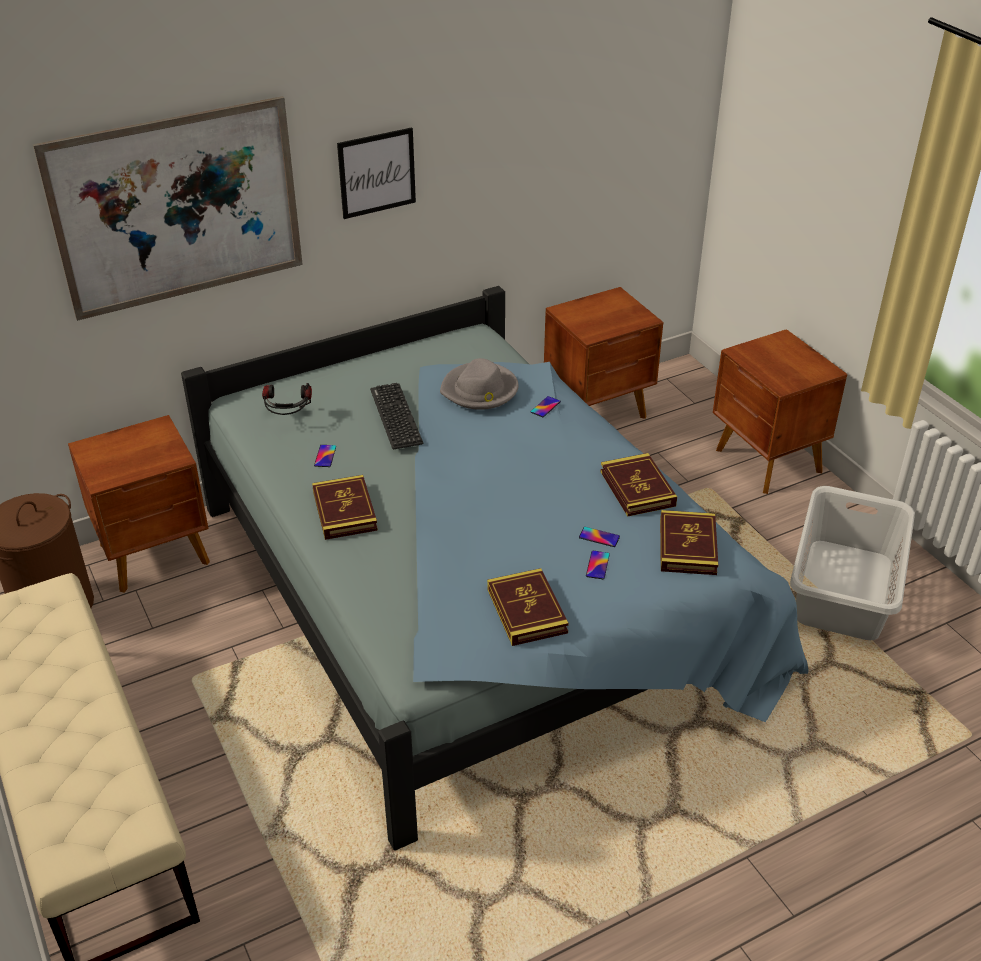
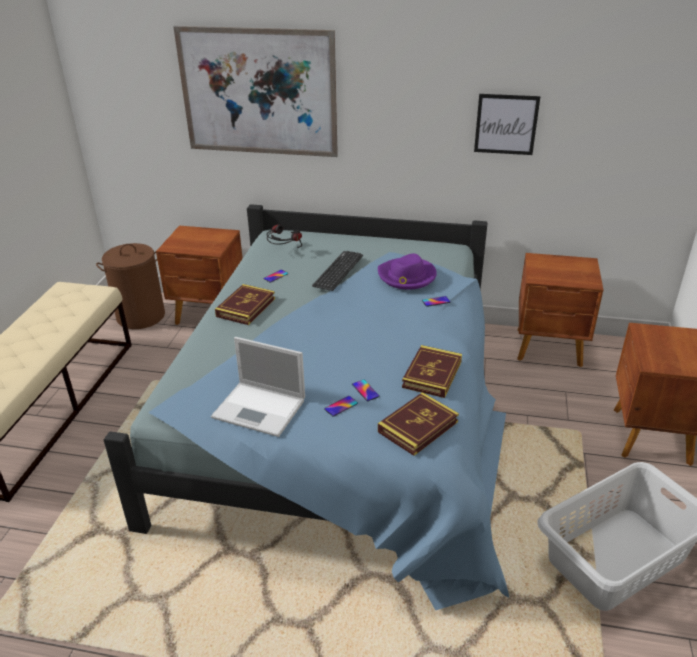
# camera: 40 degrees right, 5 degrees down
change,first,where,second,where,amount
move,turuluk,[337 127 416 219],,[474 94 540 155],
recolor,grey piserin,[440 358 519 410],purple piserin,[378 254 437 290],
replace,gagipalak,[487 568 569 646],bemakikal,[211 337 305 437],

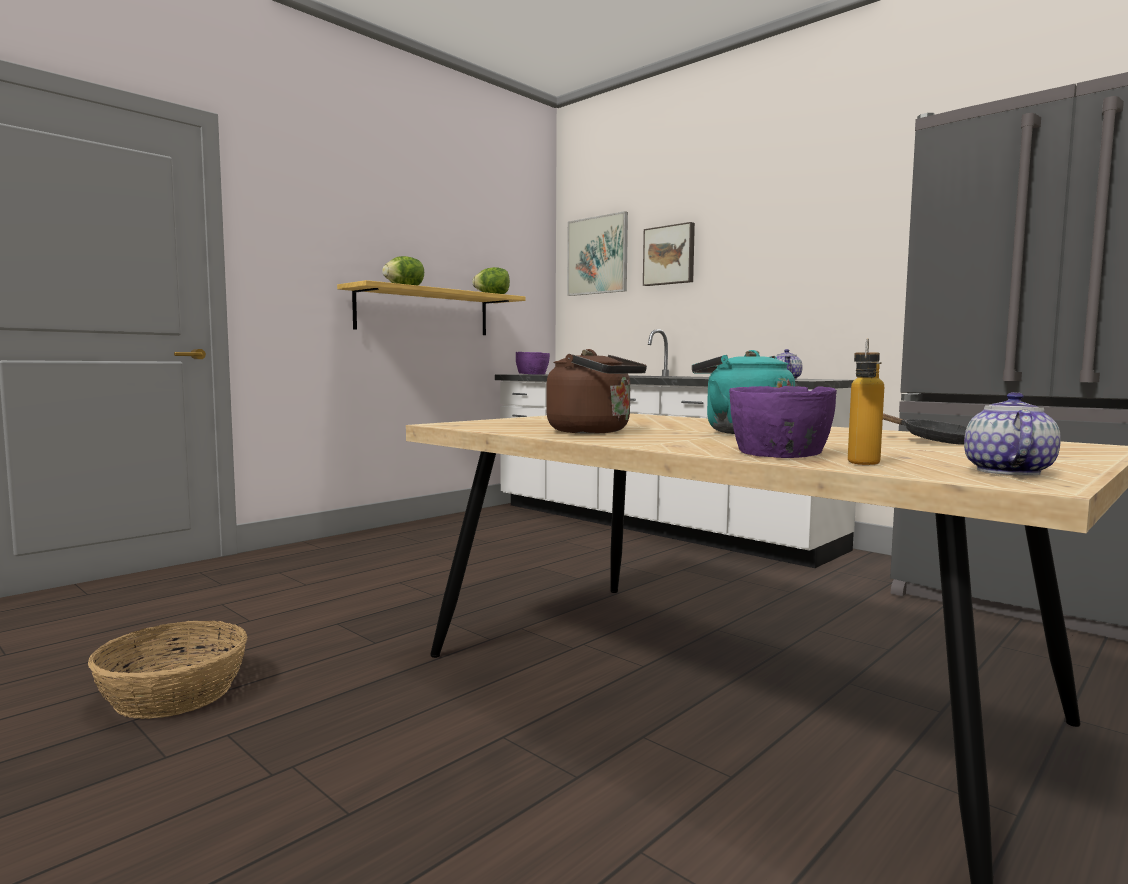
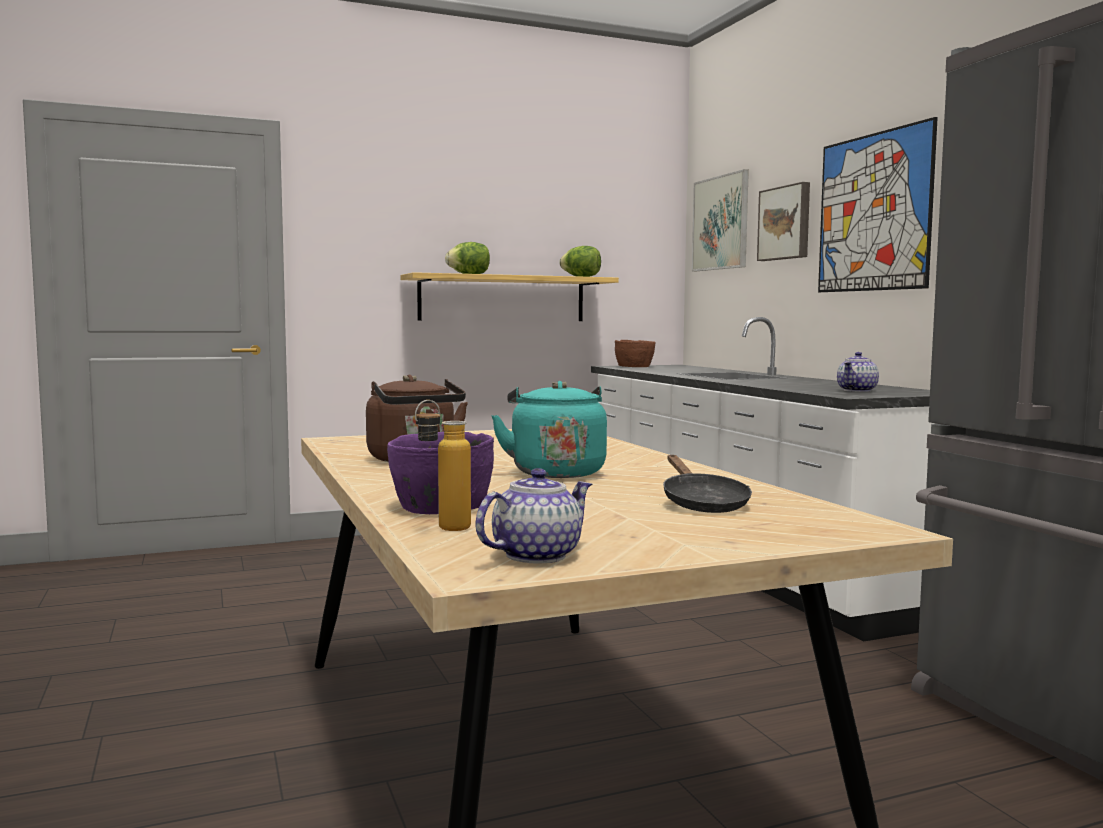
# camera: 25 degrees right, 0 degrees up
change,first,where,second,where,amount
recolor,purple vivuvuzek,[516 352 550 375],brown vivuvuzek,[615 340 656 367],
delete,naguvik,[88 621 248 719],,,
insert,,,turuluk,[818 117 938 292],

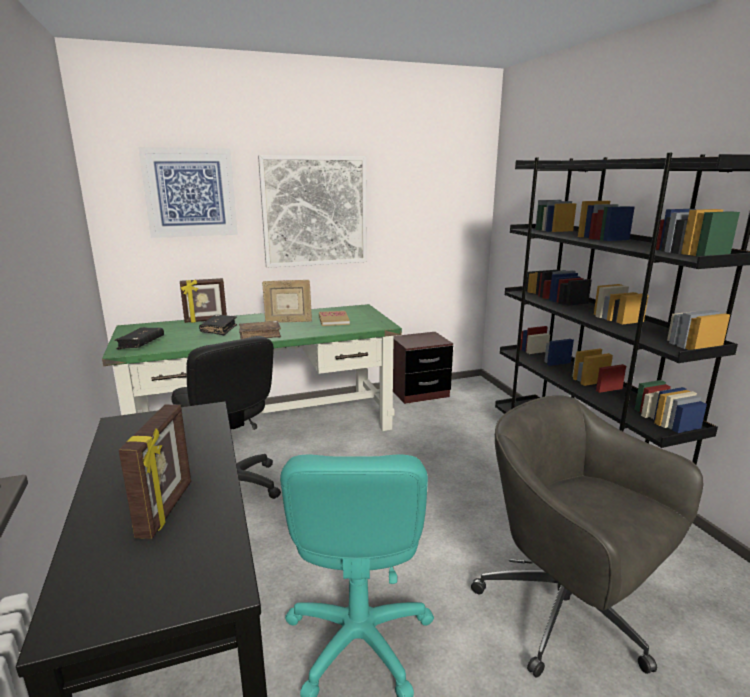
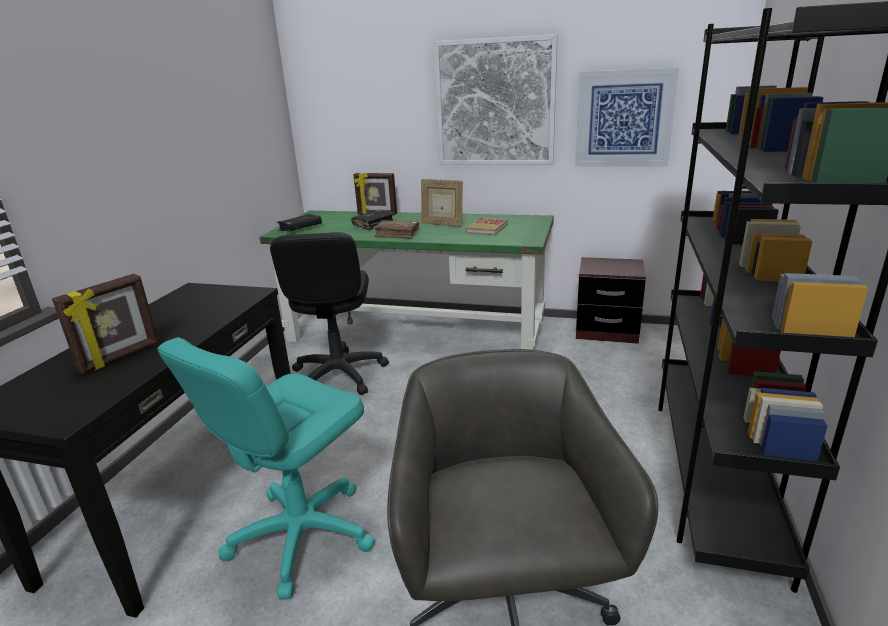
# camera: 35 degrees right, 5 degrees up
change,first,where,second,where,amount
move,turuluk,[138 147 238 238],,[575 68 679 167],

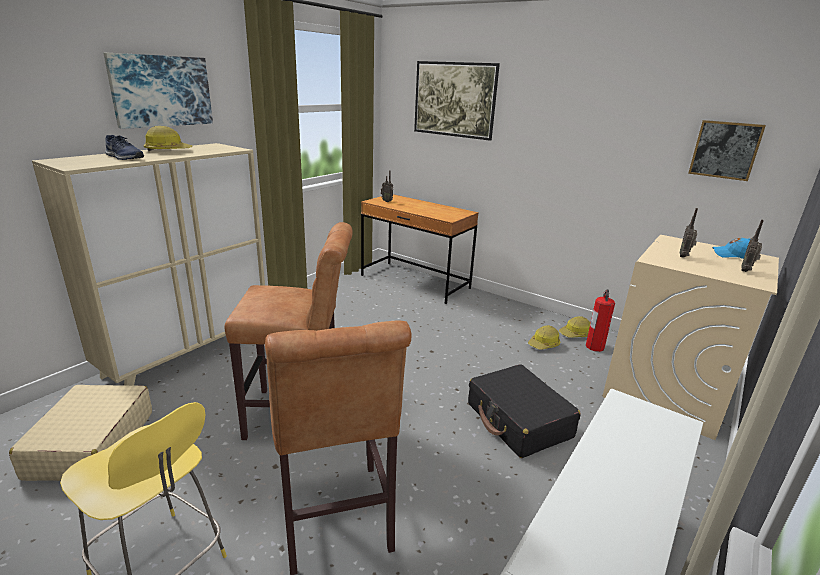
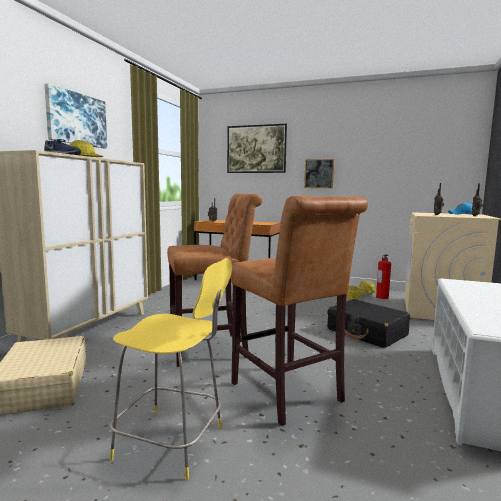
# camera: 15 degrees left, 15 degrees down
change,first,where,second,where,amount
move,turuluk,[688 120 766 181],,[304 159 334 188],

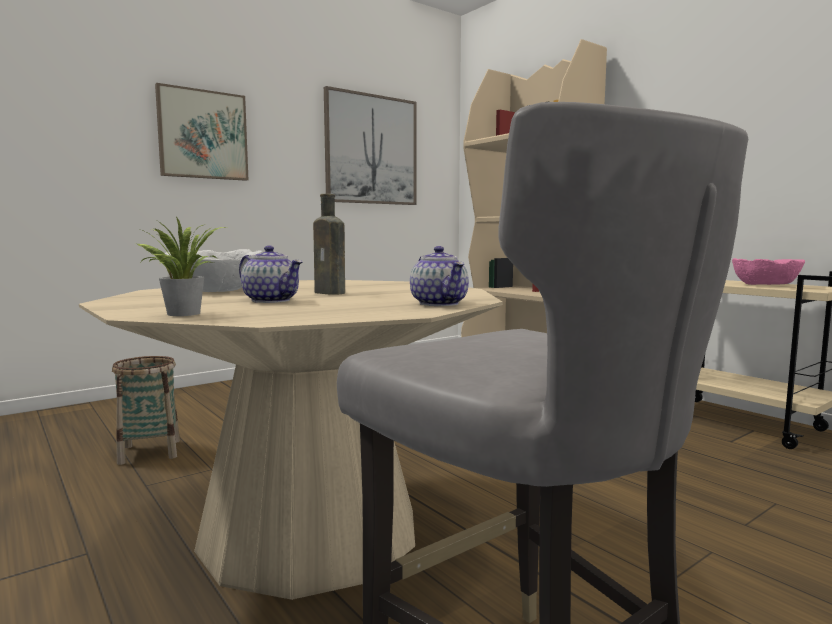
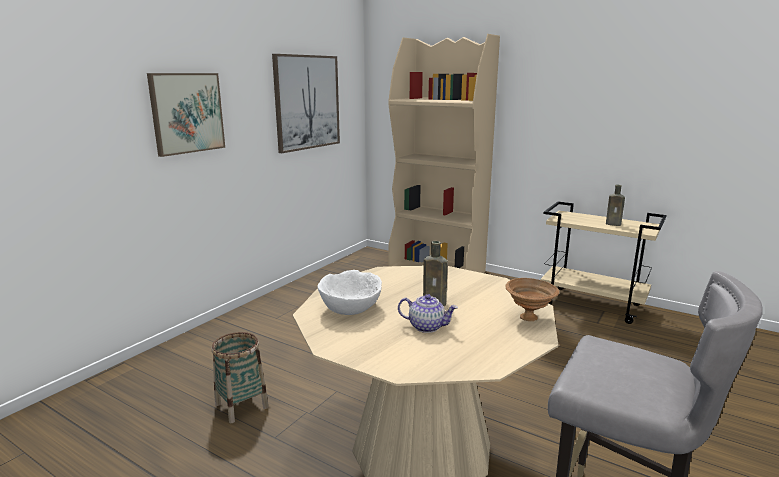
# camera: 20 degrees left, 10 degrees up
change,first,where,second,where,amount
delete,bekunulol,[137 217 225 316],,,
replace,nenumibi,[410 246 469 306],brown vivuvuzek,[505 278 559 321],
replace,pink vivuvuzek,[732 258 805 285],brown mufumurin,[606 185 625 226],

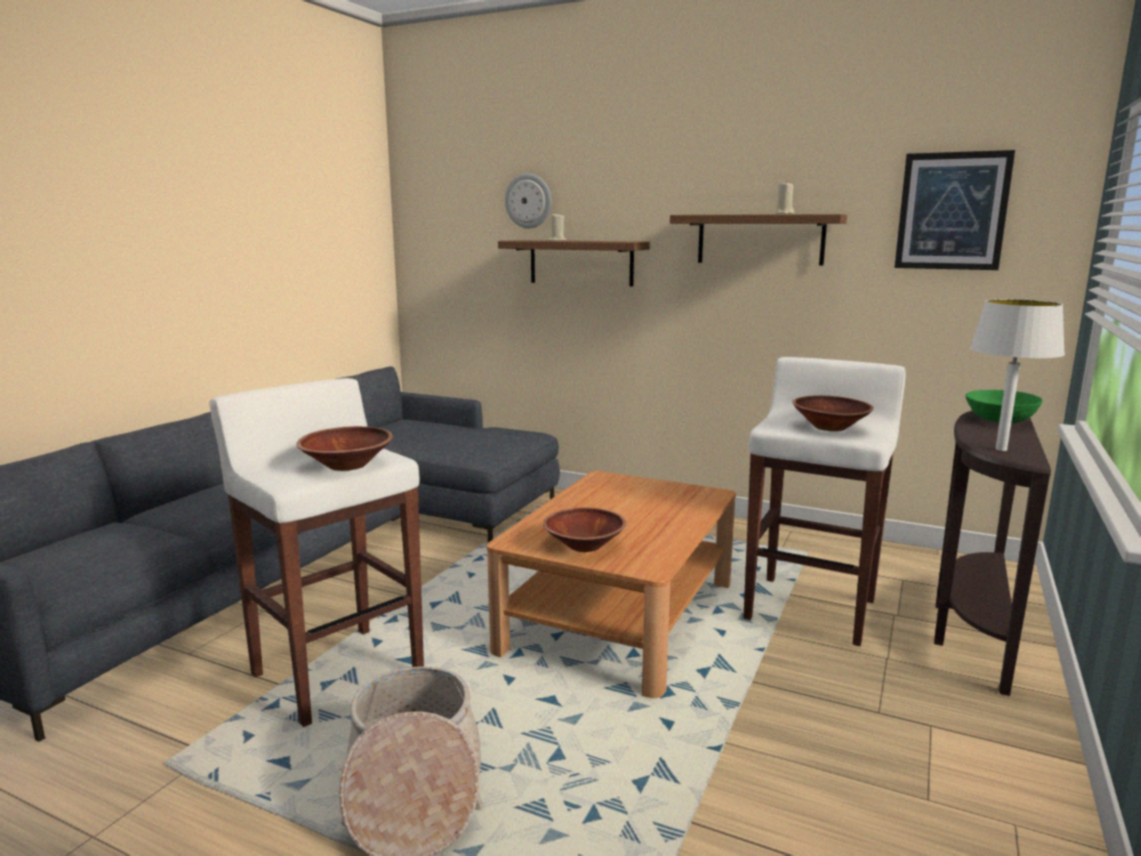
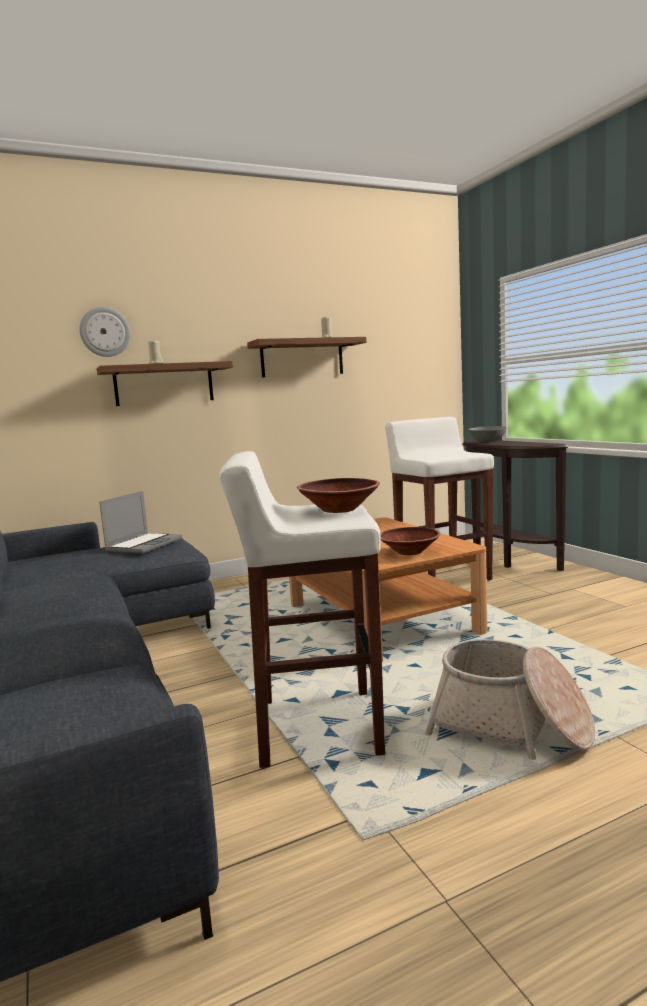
# camera: 50 degrees left, 5 degrees down
change,first,where,second,where,amount
delete,turuluk,[894 150 1015 270],,,
delete,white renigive,[970 299 1065 451],,,
recolor,green vivuvuzek,[966 390 1043 423],grey vivuvuzek,[469 426 507 442],
delete,brown vivuvuzek,[792 395 874 431],,,
insert,,,bemakikal,[99 491 183 554],

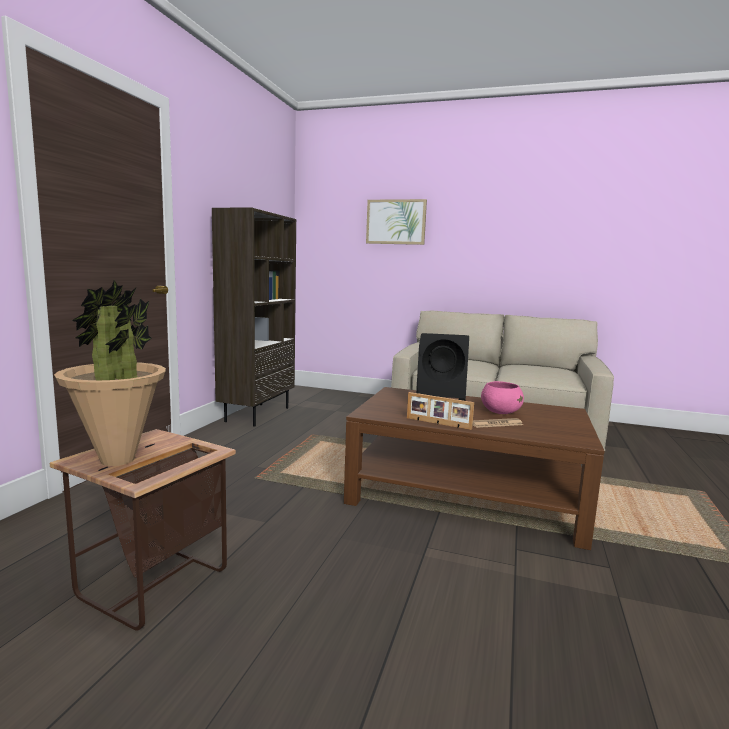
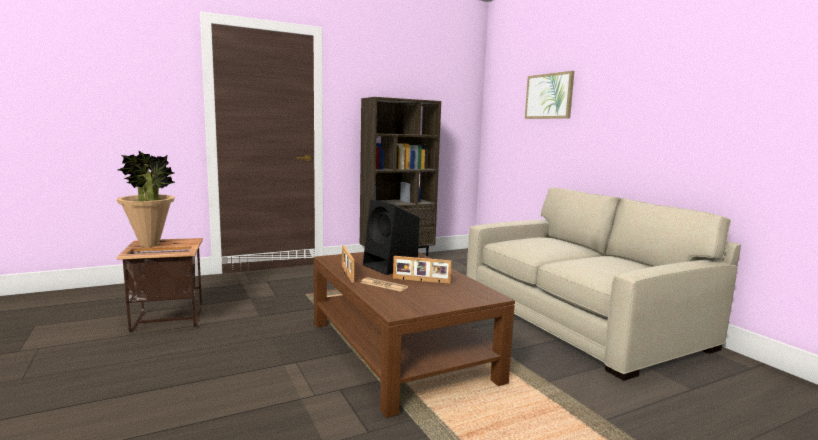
# camera: 45 degrees right, 0 degrees up
change,first,where,second,where,amount
replace,pink vivuvuzek,[481 381 524 414],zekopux,[393 256 452 284],

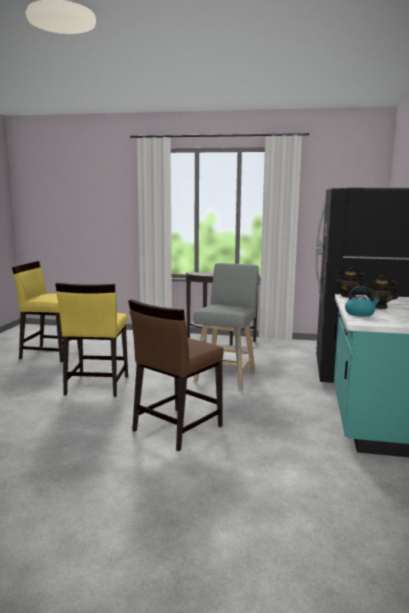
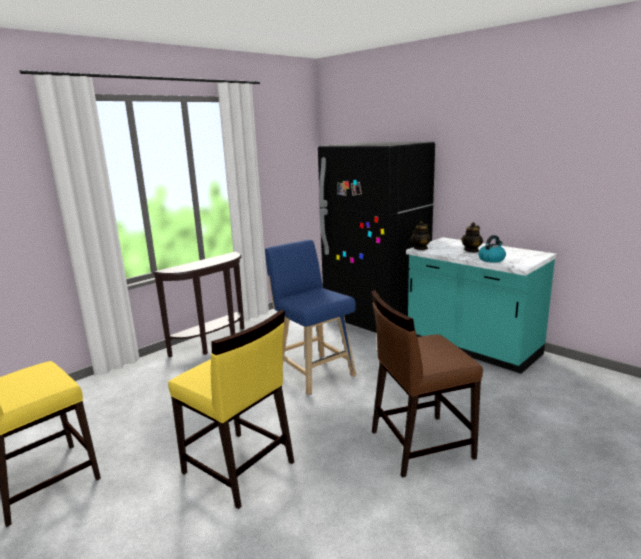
# camera: 55 degrees left, 5 degrees up
change,first,where,second,where,amount
recolor,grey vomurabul,[193 263 259 389],blue vomurabul,[265 240 357 395],
rotate,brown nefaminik,[128 299 223 451],,[371 290 483 478],90 degrees clockwise

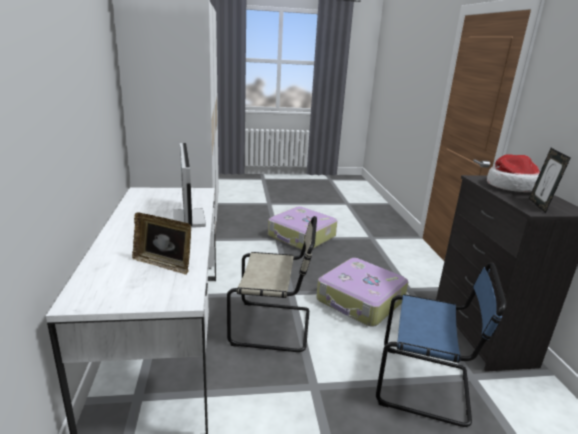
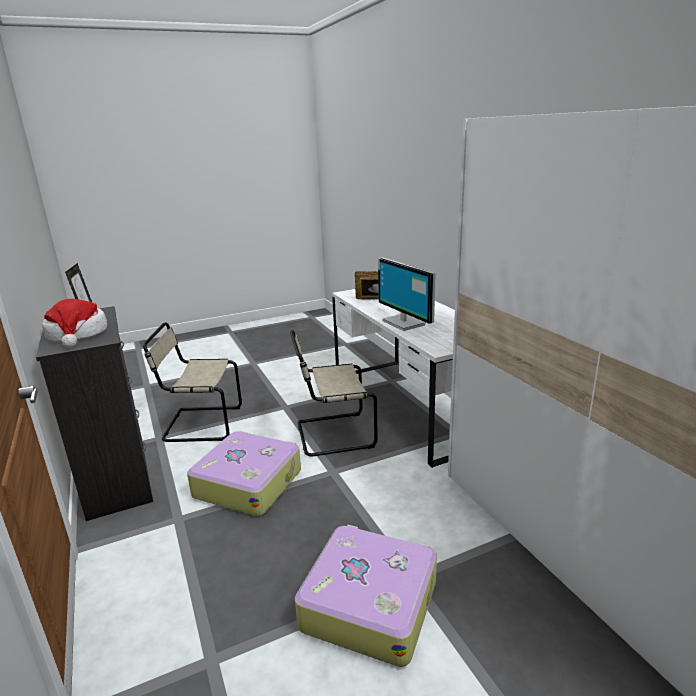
# camera: 165 degrees right, 0 degrees up
change,first,where,second,where,amount
recolor,blue nefaminik,[376 262 507 427],beige nefaminik,[143 323 242 442],

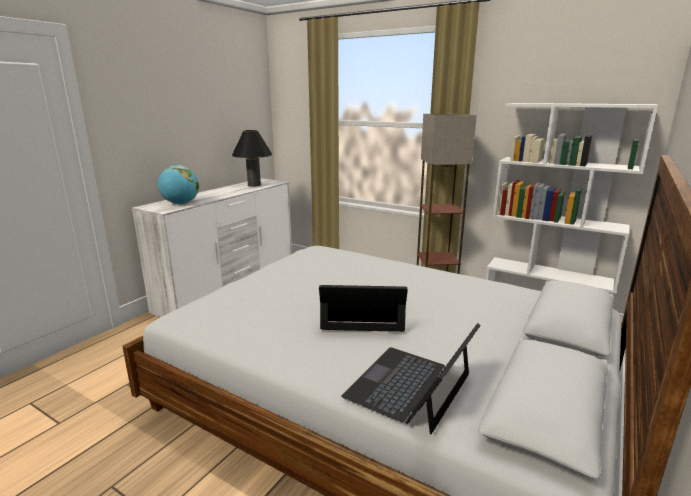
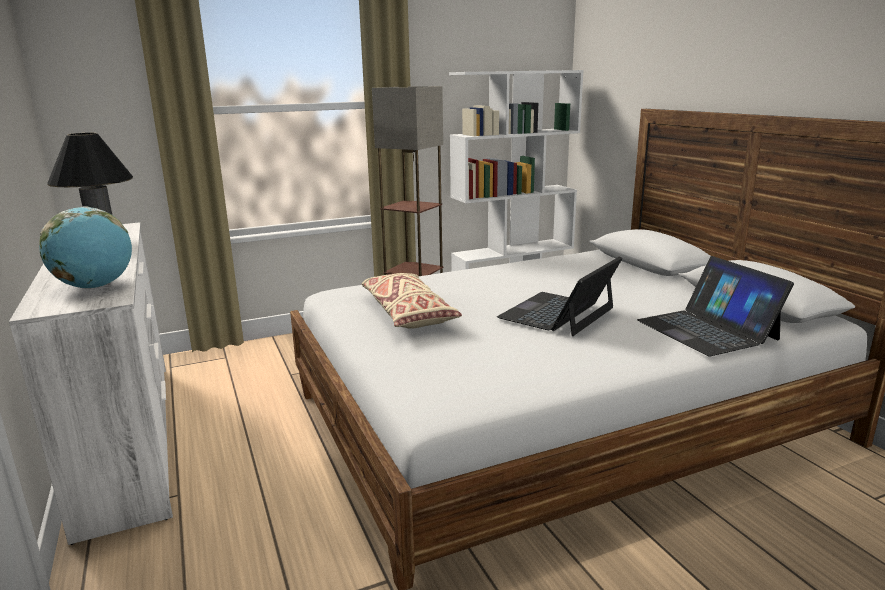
# camera: 55 degrees left, 0 degrees up
change,first,where,second,where,amount
insert,,,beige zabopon,[362 273 462 329],

